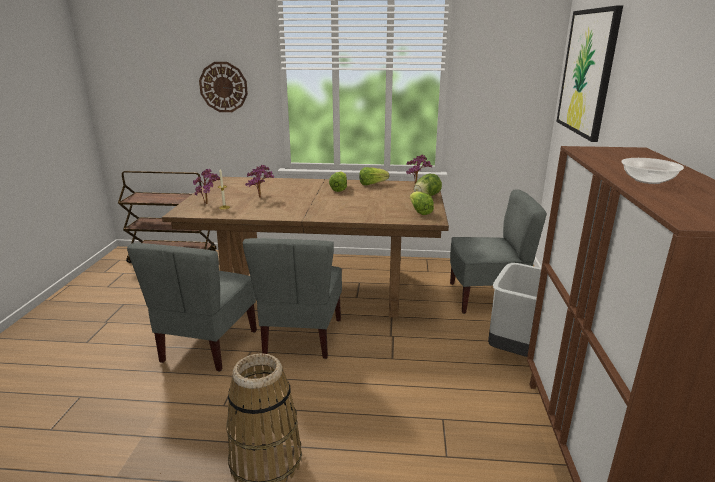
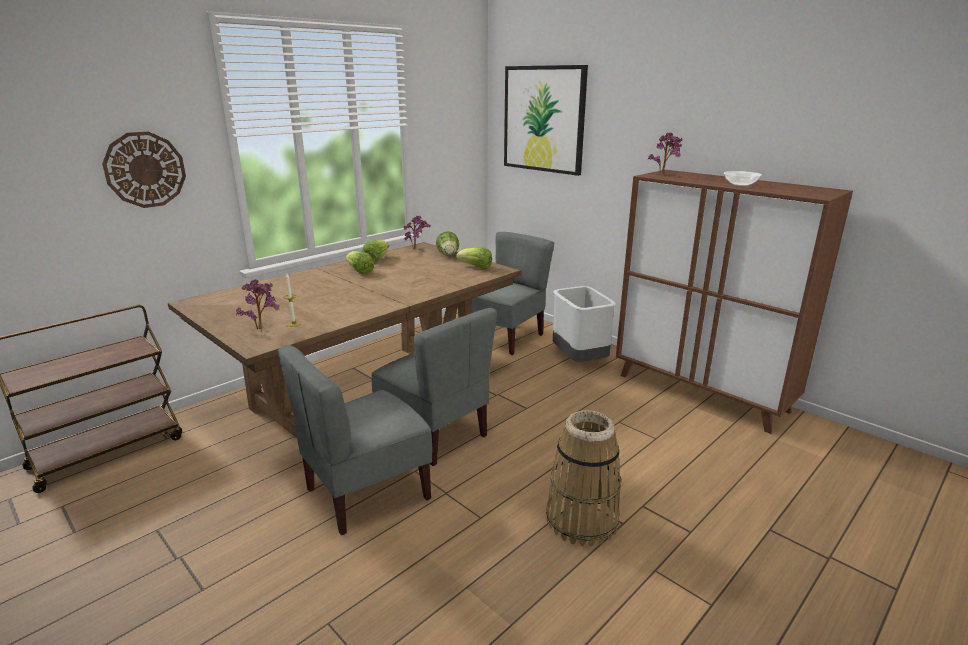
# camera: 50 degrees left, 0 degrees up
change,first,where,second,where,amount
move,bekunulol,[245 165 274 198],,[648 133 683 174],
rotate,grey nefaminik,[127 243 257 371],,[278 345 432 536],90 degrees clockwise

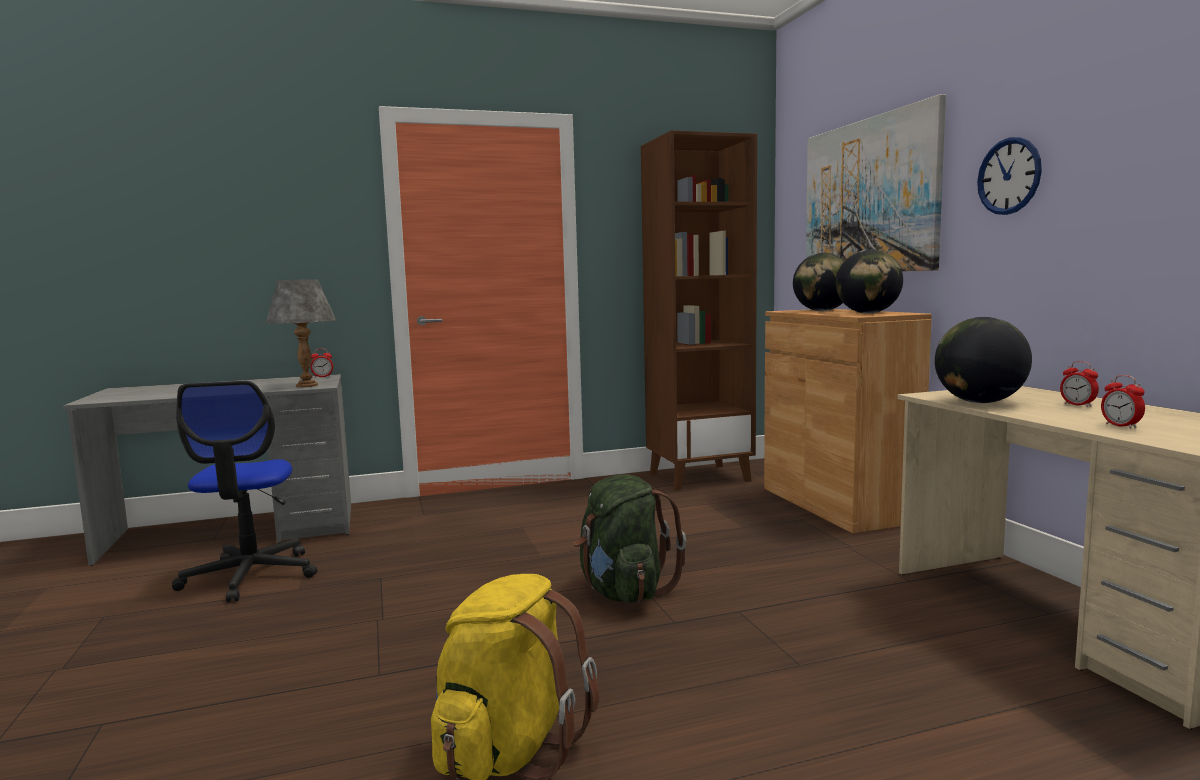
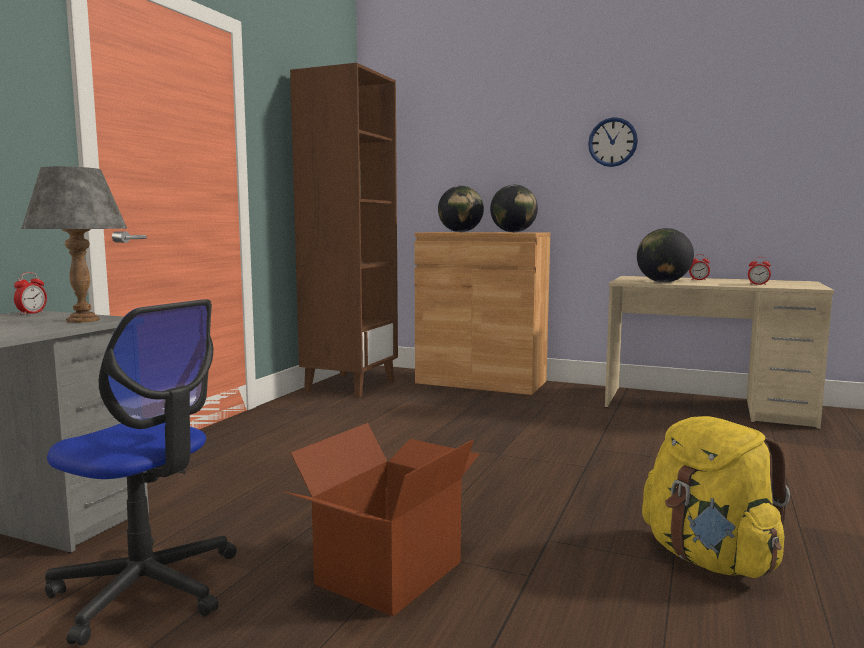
# camera: 50 degrees left, 0 degrees up
change,first,where,second,where,amount
delete,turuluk,[806 94 946 271],,,
delete,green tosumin,[574 475 686 603],,,
insert,,,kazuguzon,[282 423 480 616],

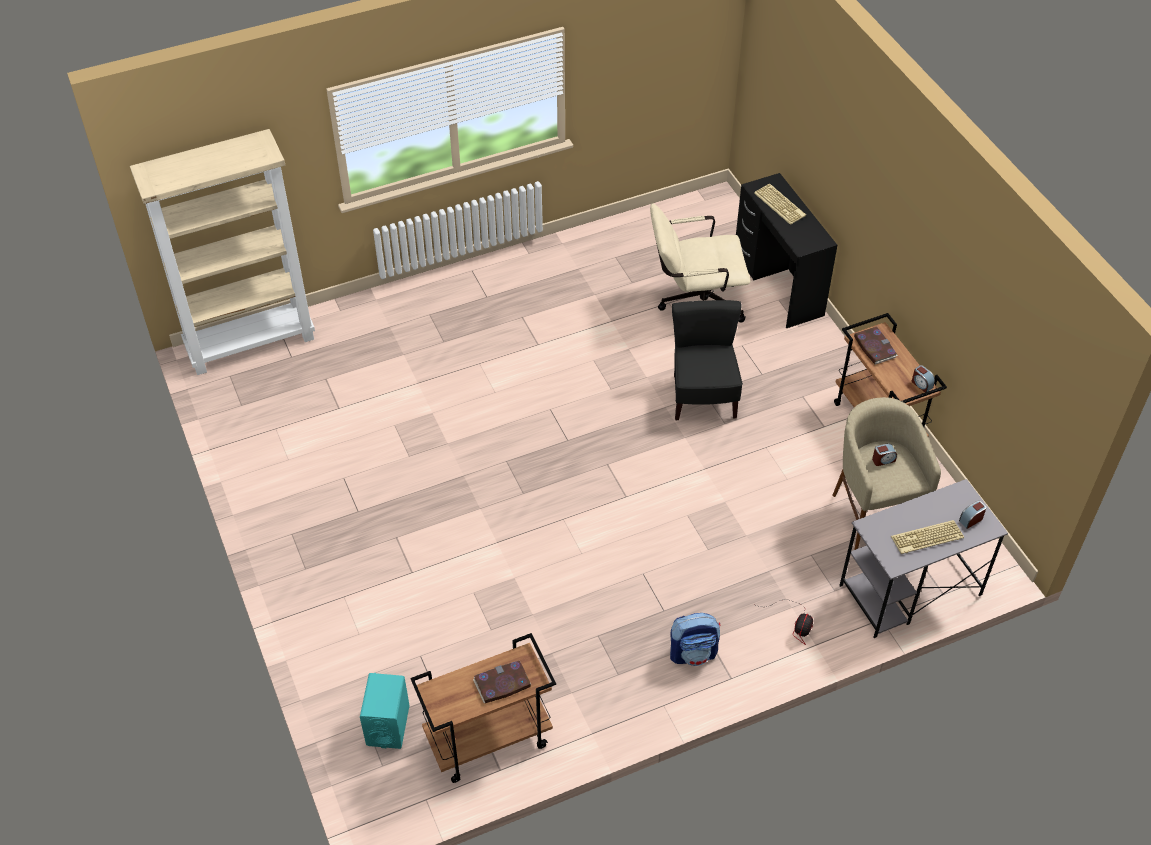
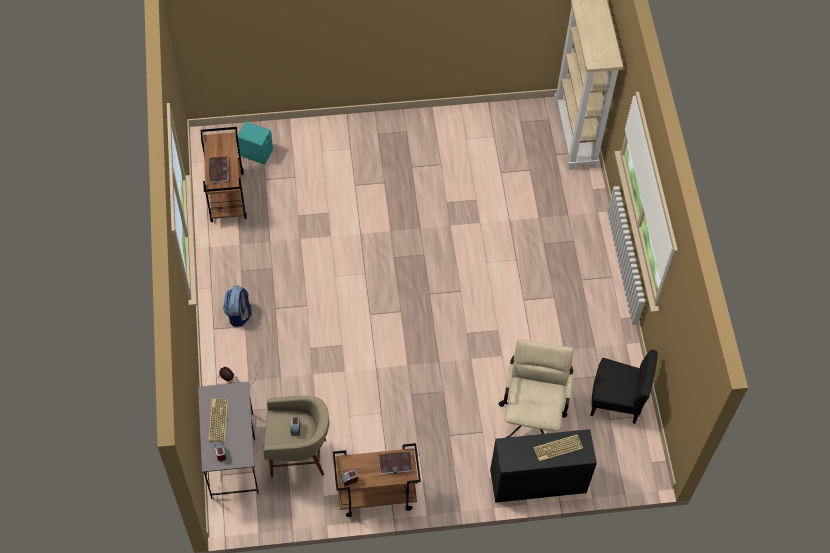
# camera: 105 degrees right, 10 degrees up
change,first,where,second,where,amount
move,black nefaminik,[672 300 743 420],,[590 350 658 424],

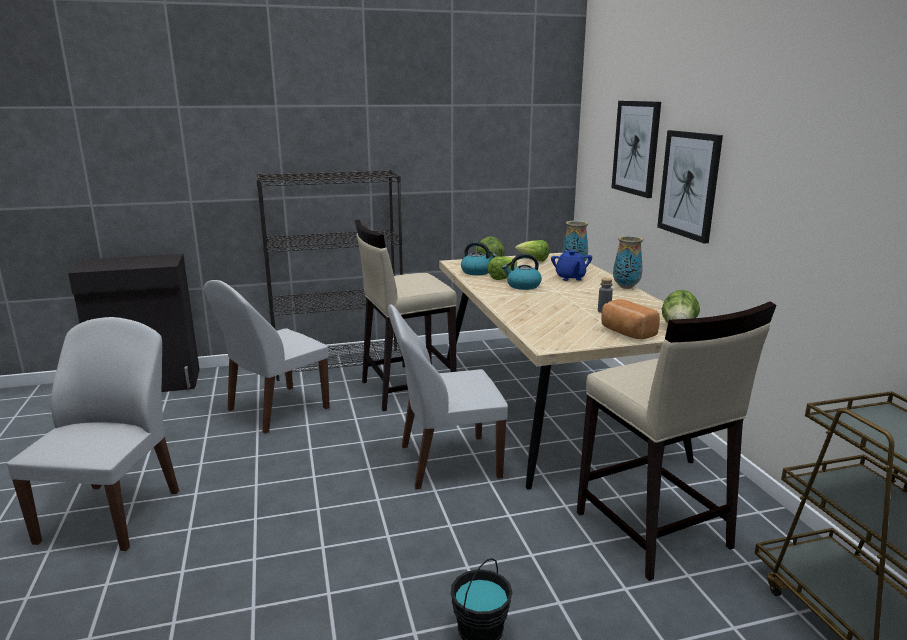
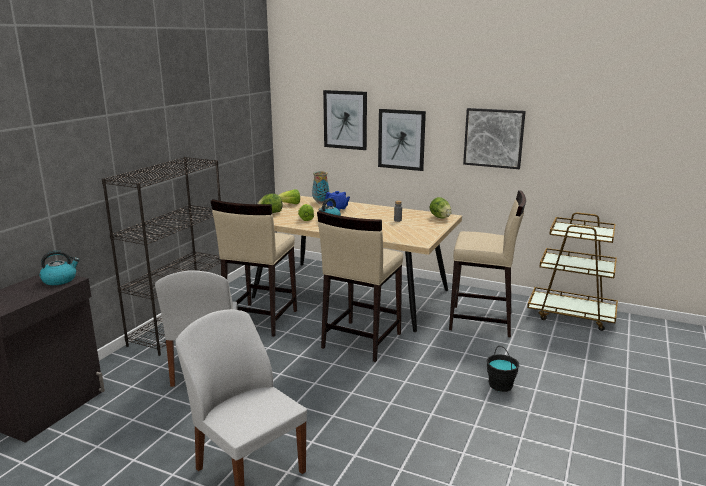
# camera: 50 degrees left, 0 degrees up
change,first,where,second,where,amount
delete,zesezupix,[613 236 643 289],,,
move,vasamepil,[461 242 497 275],,[40 250 80 285],
delete,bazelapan,[601 299 660 339],,,
replace,white nefaminik,[388 304 508 489],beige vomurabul,[317 211 403 362],
insert,,,turuluk,[463 108 526 169],

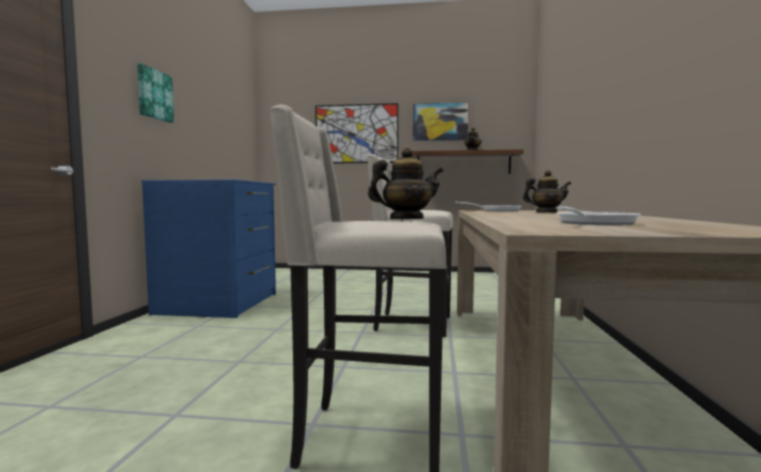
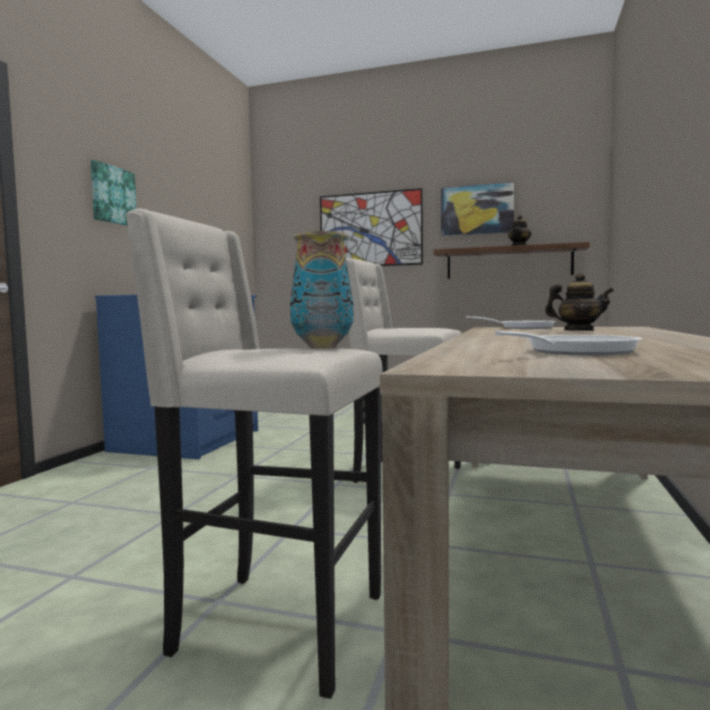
# camera: 10 degrees right, 0 degrees up
change,first,where,second,where,amount
replace,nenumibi,[368 148 443 219],zesezupix,[290 231 354 348],

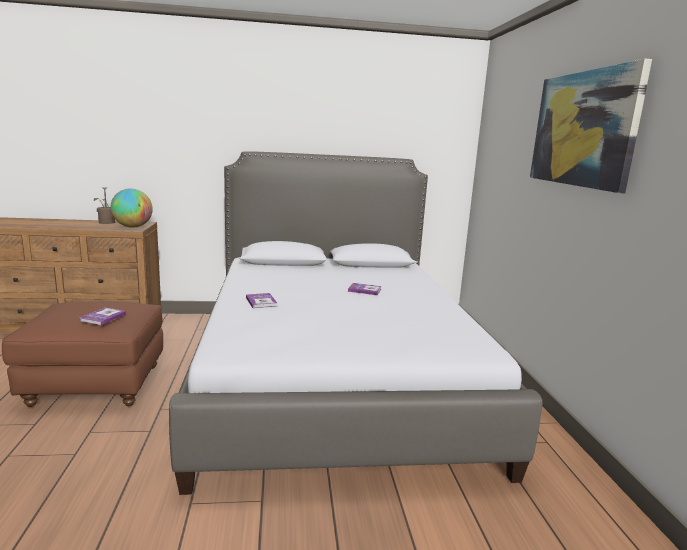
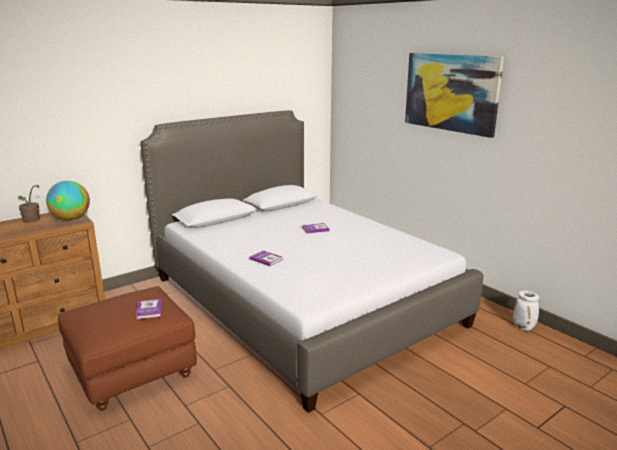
# camera: 30 degrees left, 5 degrees up
change,first,where,second,where,amount
insert,,,white zesezupix,[513 290 539 331],

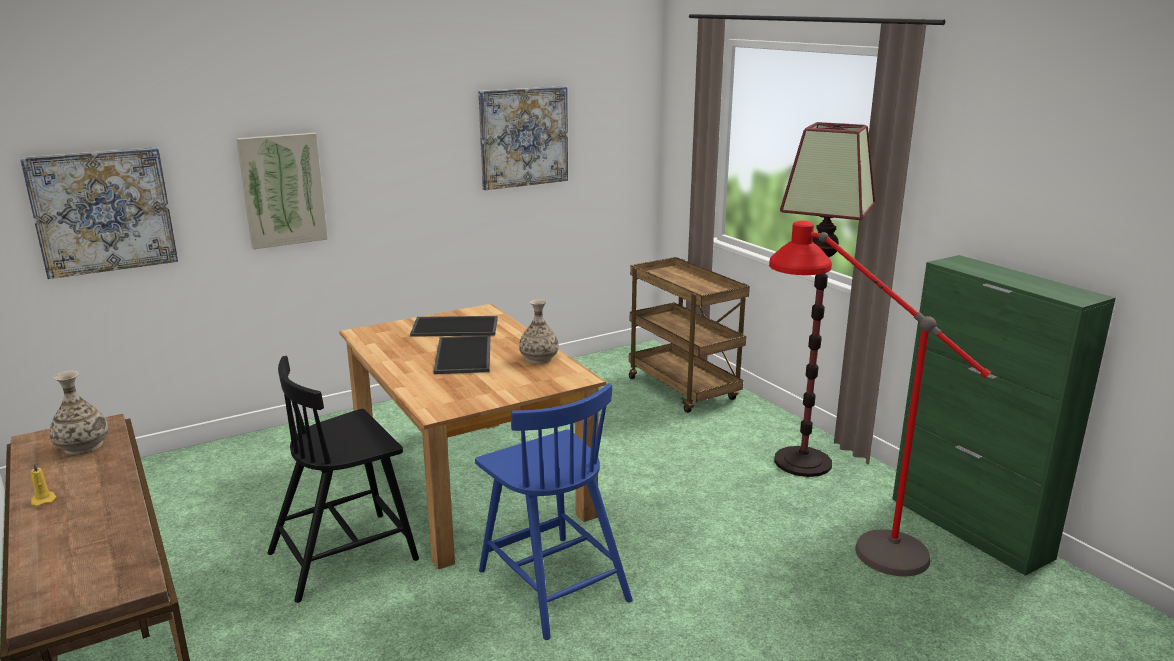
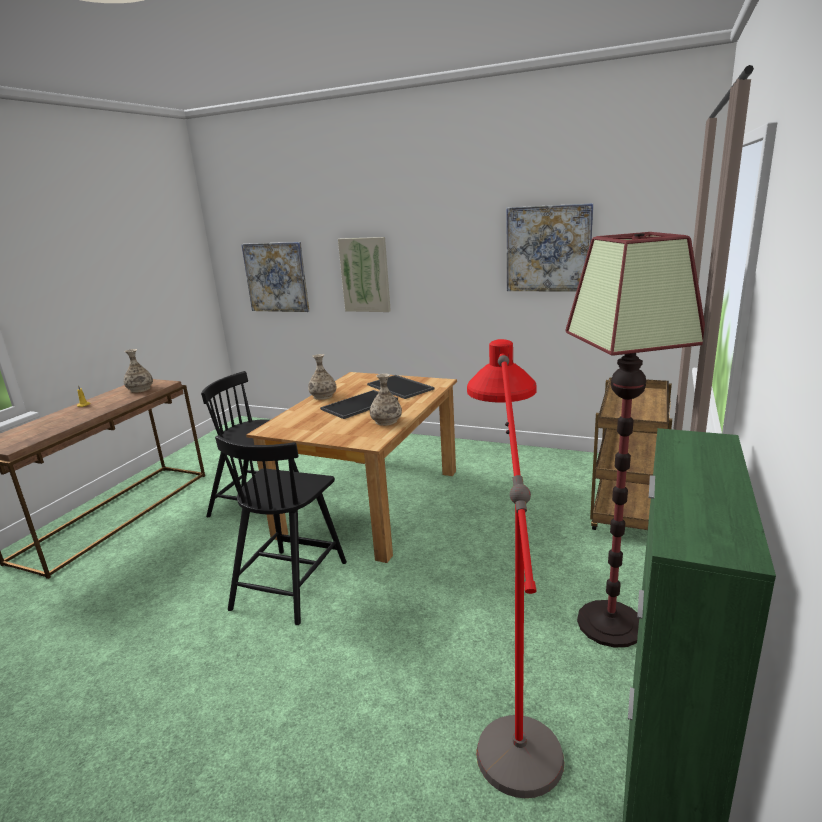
# camera: 55 degrees right, 0 degrees up
change,first,where,second,where,amount
recolor,blue nefaminik,[475 383 633 640],black nefaminik,[215 435 347 625],
insert,,,zesezupix,[308 354 337 400],

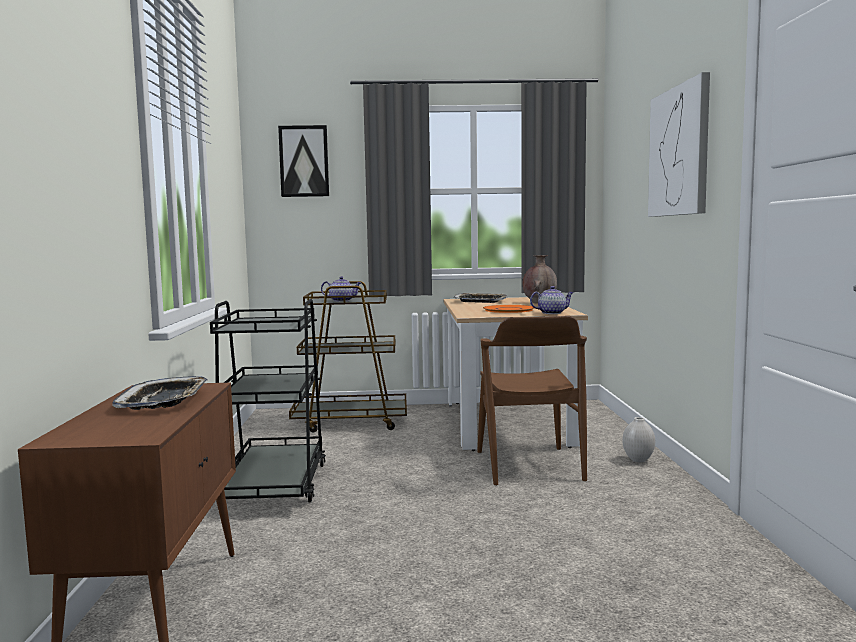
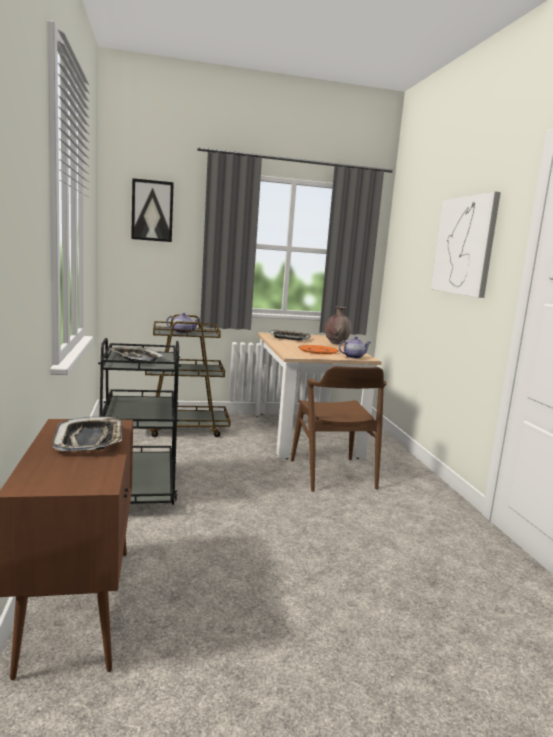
# camera: 10 degrees left, 5 degrees up
change,first,where,second,where,amount
delete,white zesezupix,[622 417 655 462],,,
insert,,,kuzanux,[109 347 166 361],

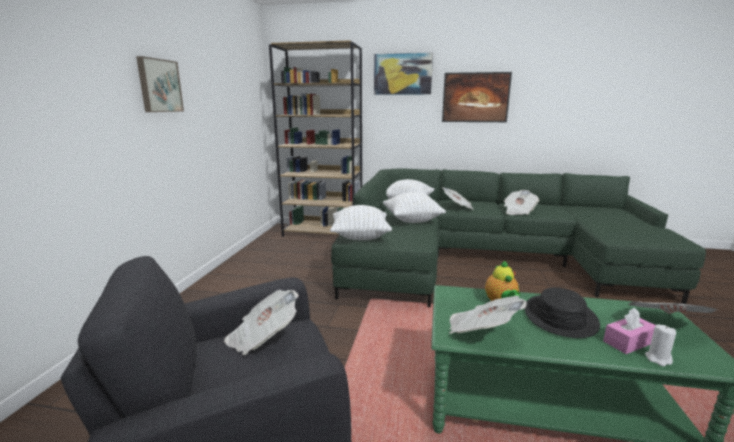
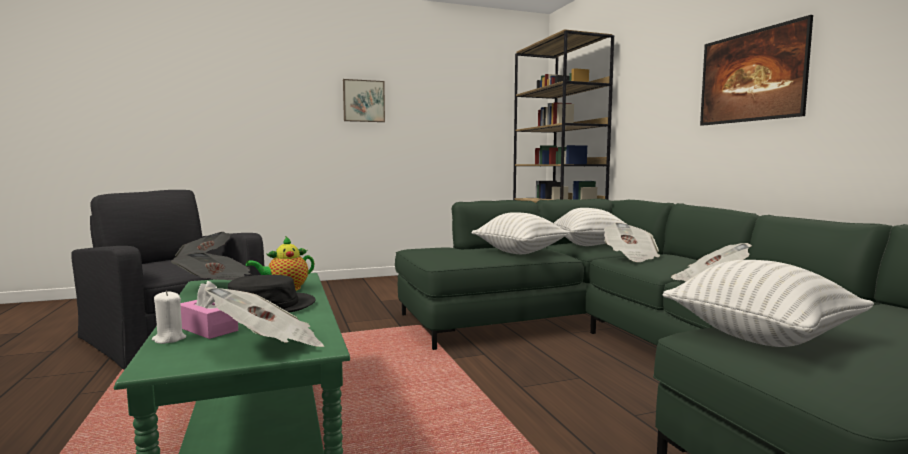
# camera: 60 degrees right, 10 degrees down
change,first,where,second,where,amount
delete,turuluk,[374 53 433 95],,,
move,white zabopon,[330 205 392 240],,[662 260 874 347],

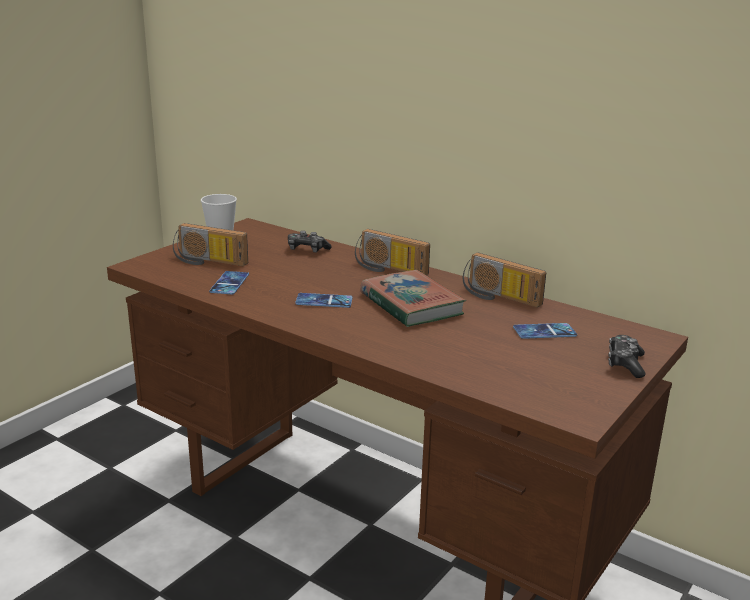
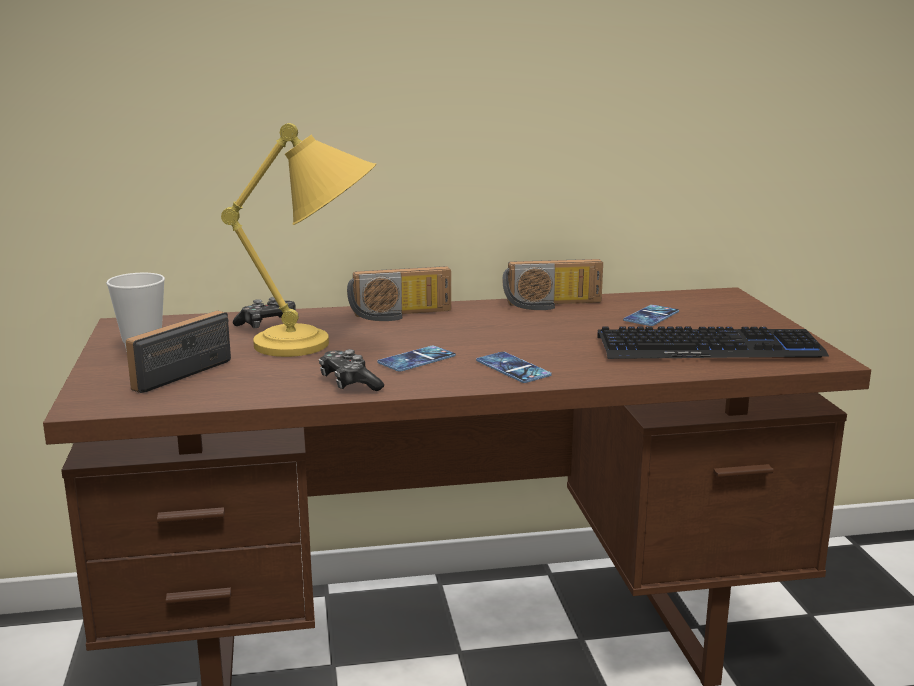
# camera: 45 degrees left, 5 degrees down
change,first,where,second,where,amount
rotate,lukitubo,[173 223 248 266],,[126 311 231 393],150 degrees clockwise
delete,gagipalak,[360 270 466 327],,,
move,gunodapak,[209 271 249 294],,[476 352 552 383],
move,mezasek,[608 335 646 378],,[319 349 384 391],
insert,,,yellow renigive,[221 123 376 357],
insert,,,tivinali,[597 326 829 359],

